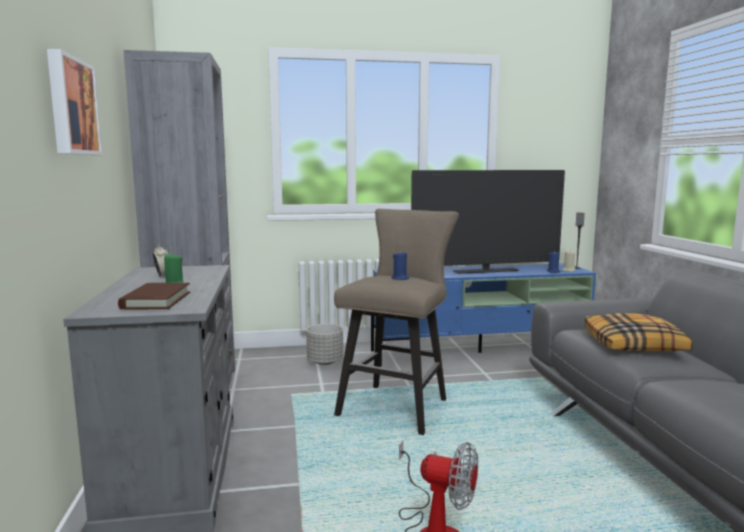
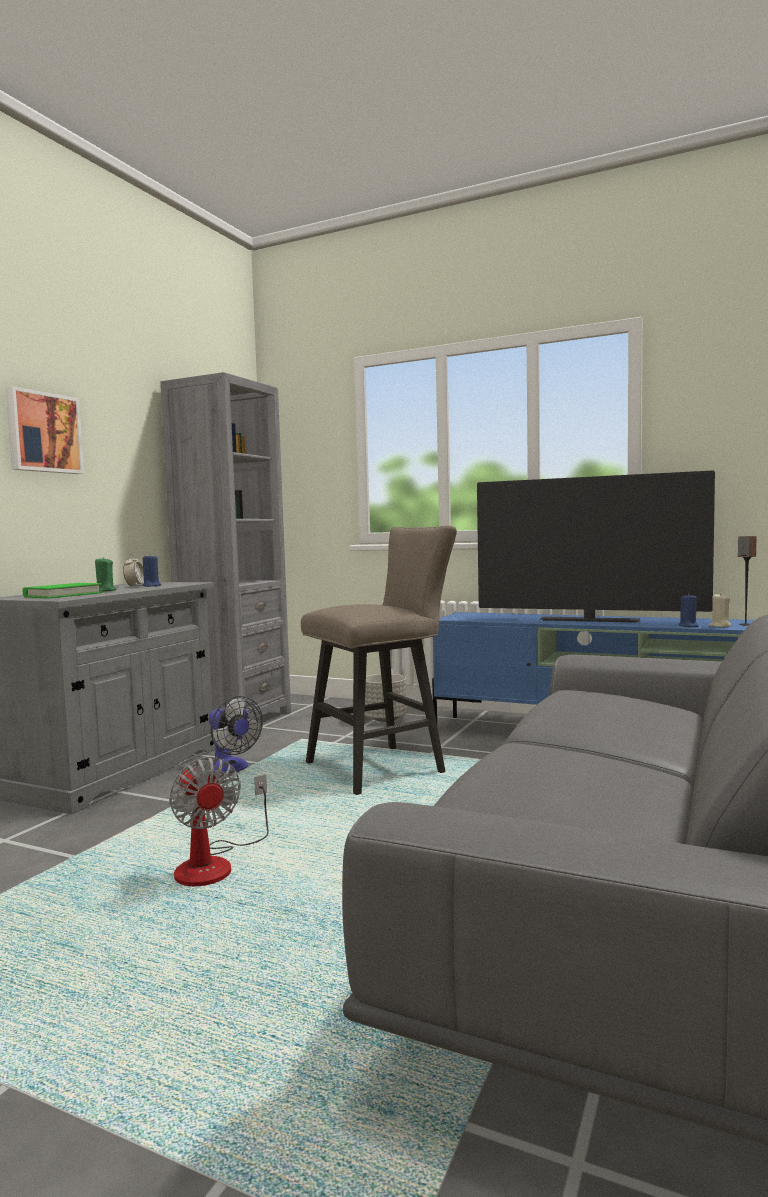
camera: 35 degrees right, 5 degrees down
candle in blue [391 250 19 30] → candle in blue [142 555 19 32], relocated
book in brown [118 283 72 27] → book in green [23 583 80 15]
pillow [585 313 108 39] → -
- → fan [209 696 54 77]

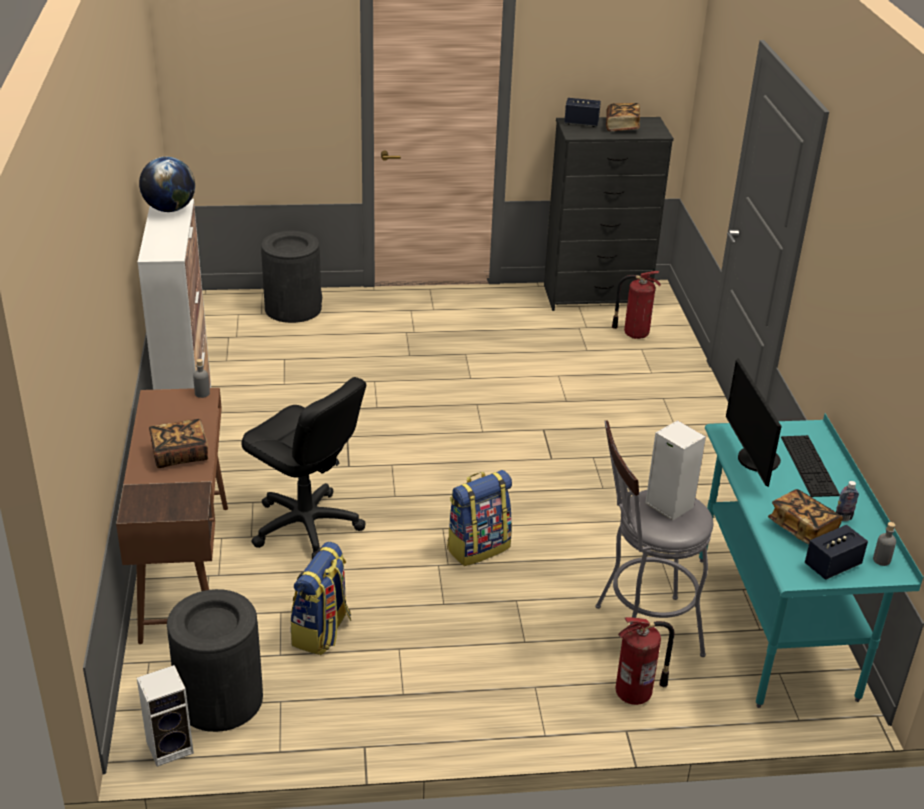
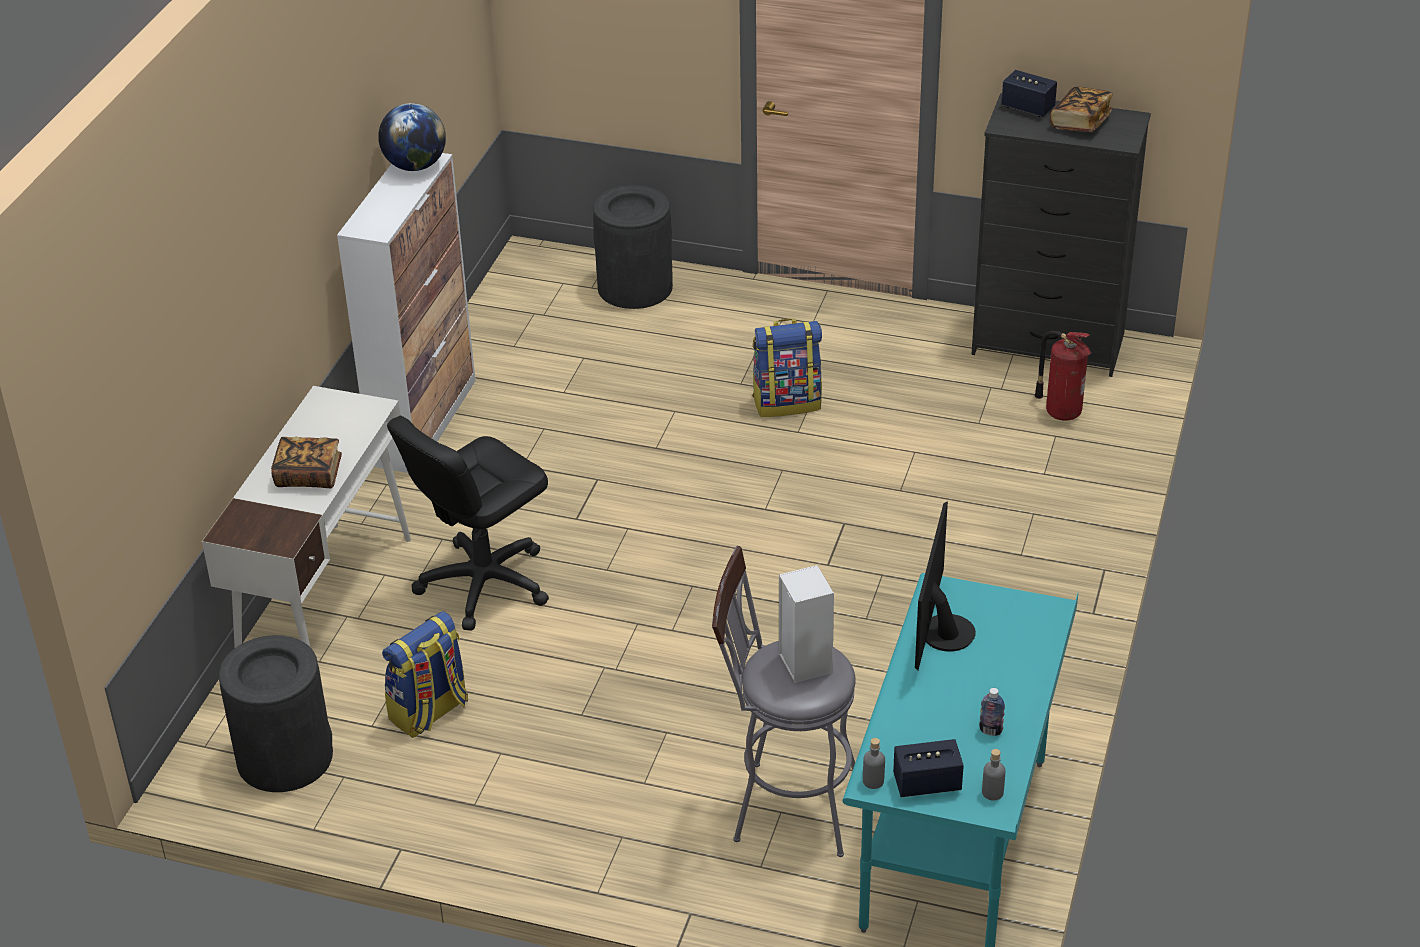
camera: 25 degrees right, 5 degrees up
bottle in grey [193 359 17 39] → bottle in grey [863 738 22 51], relocated
office chair in black [242 377 124 182] → office chair in black [387 416 162 215], 75 degrees clockwise
desk in brown [116 388 112 256] → desk in white [202 386 209 262]
keyboard [781 435 59 62] → -
backpack [447 470 65 96] → backpack [752 319 70 98], relocated
book [768 489 75 55] → -
fire extinguisher [616 617 58 88] → -
speaker [137 665 57 102] → -

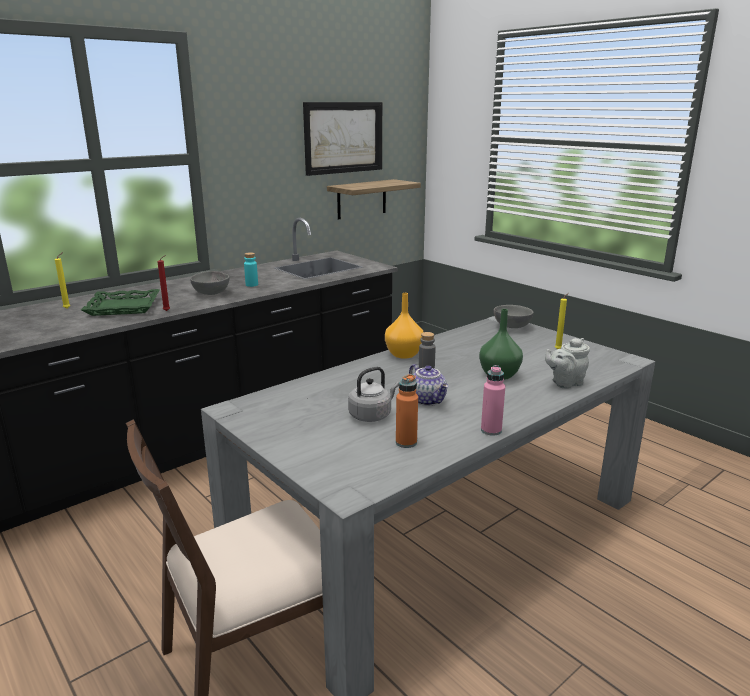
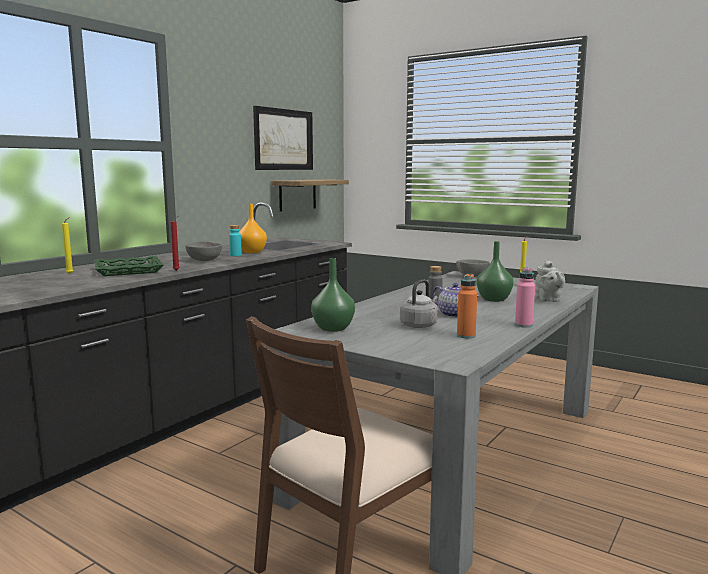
camera: 15 degrees left, 10 degrees down
vase in orange [385 293 38 66] → vase in orange [239 204 28 49], relocated
teapot in grey [545 338 45 51] → teapot in grey [535 260 30 42], 60 degrees counterclockwise
- → vase in green [311 258 44 74]

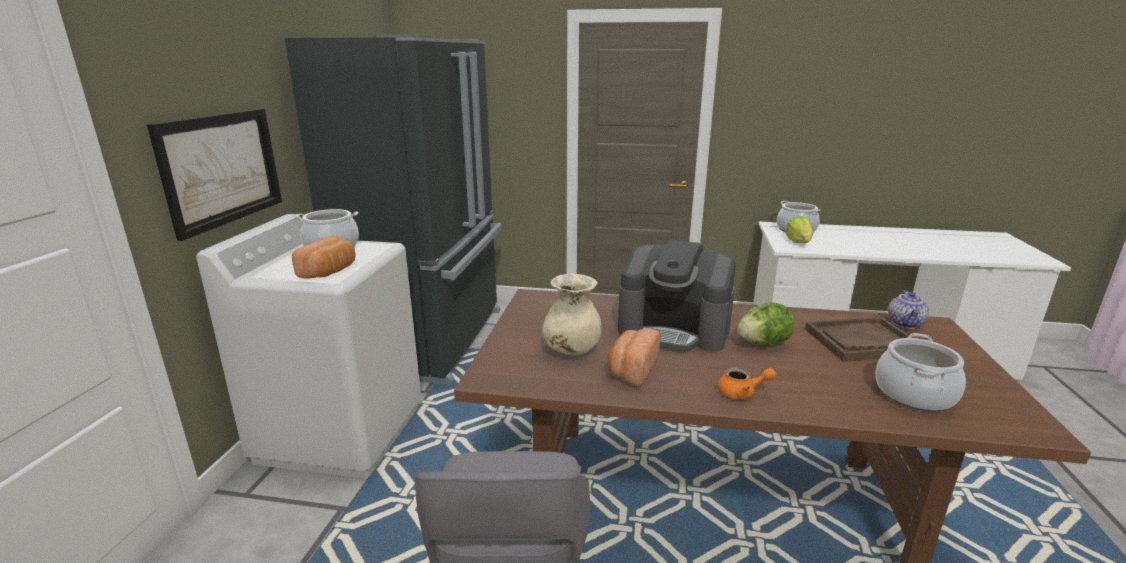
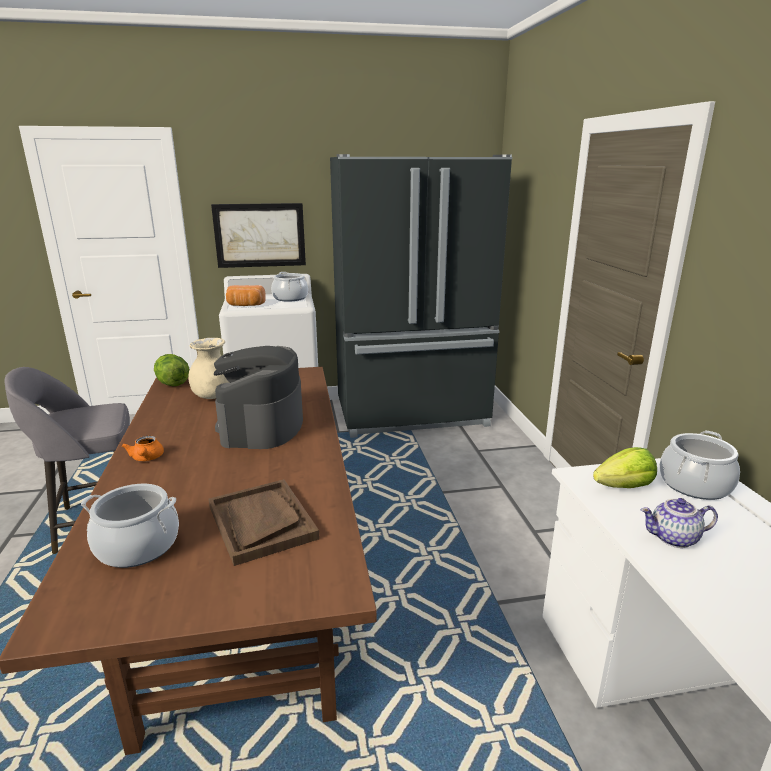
camera: 70 degrees right, 0 degrees up
teapot [888 290 41 39] → teapot [641 498 77 50], relocated
lettuce [737 302 58 43] → lettuce [154 354 35 32], relocated
bread [608 329 53 57] → -

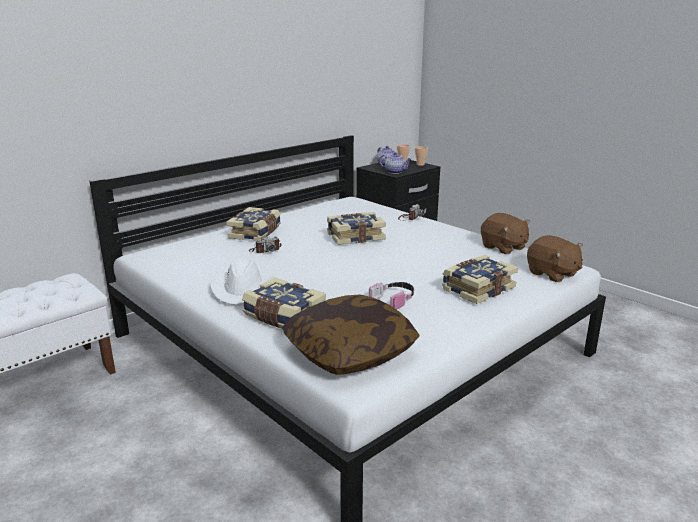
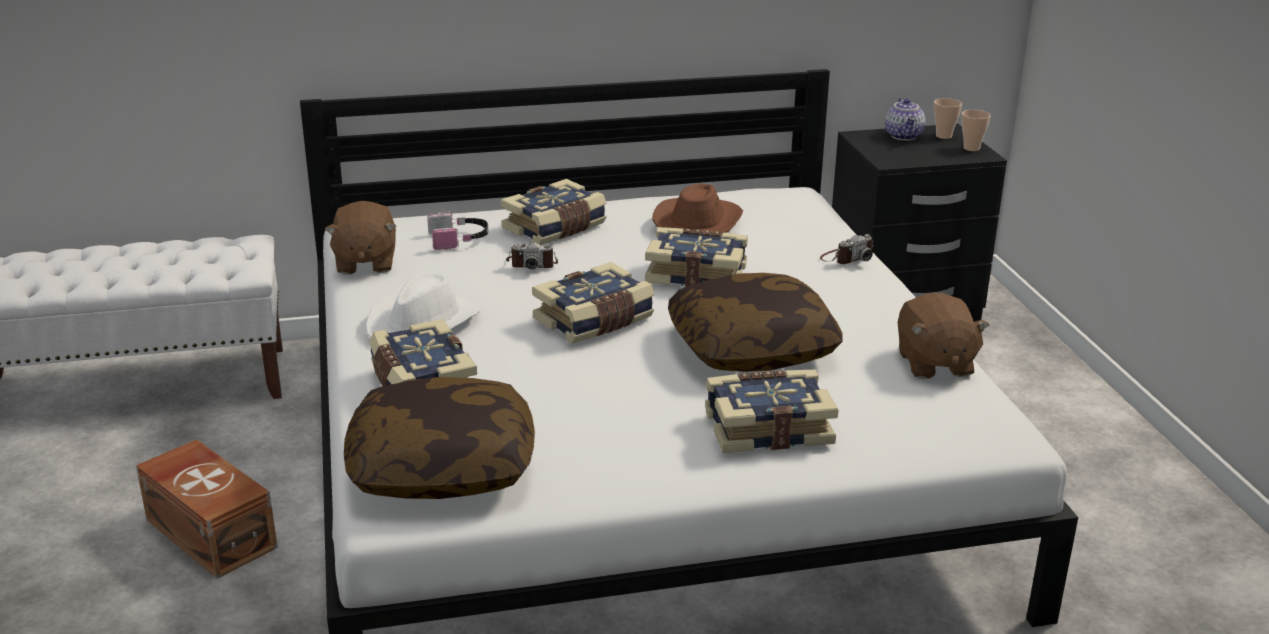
camera: 30 degrees right, 5 degrees up
teapot [379 152 32 22] → -
plush toy in brown [527 235 56 47] → plush toy in brown [325 201 71 73], relocated
headphones [369 282 45 27] → headphones [427 212 61 38], relocated
- → hat in brown [652 183 91 50]
- → book [532 262 123 82]
- → pillow [668 273 175 99]
- → storage box in brown [136 439 142 140]

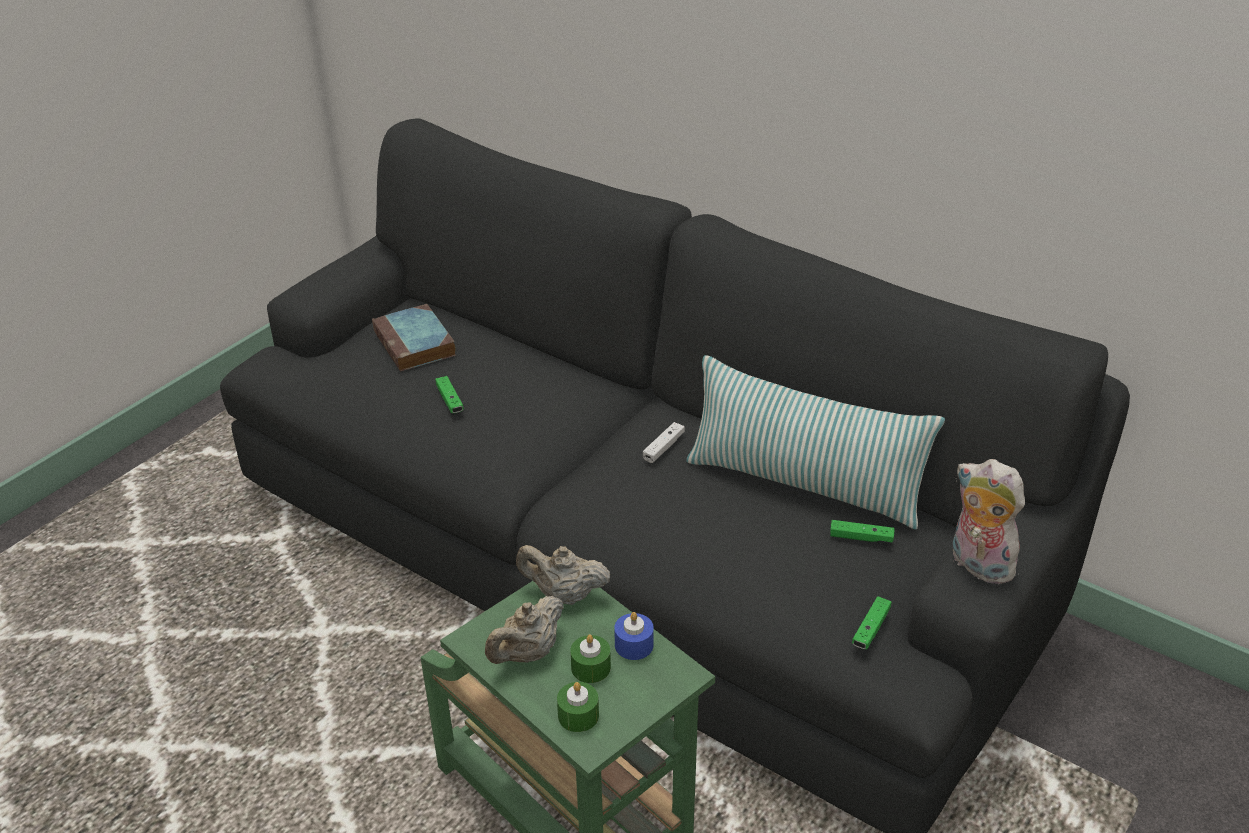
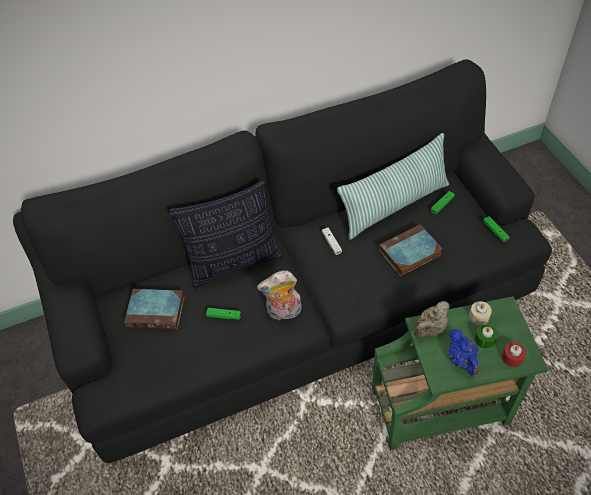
camera: 55 degrees left, 15 degrees up
plush toy [953 459 72 126] → plush toy [257 270 45 50], relocated
teapot in beige [485 596 79 68] → teapot in blue [449 329 30 48]
candle in blue [614 612 40 48] → candle in beige [469 301 23 24]
candle in green [557 682 42 50] → candle in red [502 342 24 25]
- → pillow [169 180 114 109]
- → book [379 224 63 52]

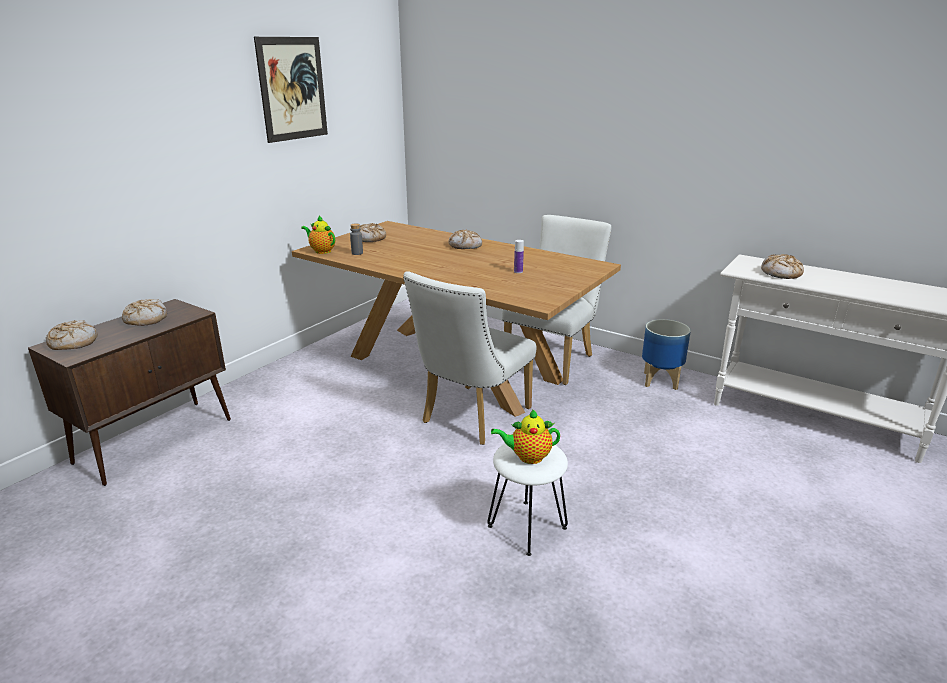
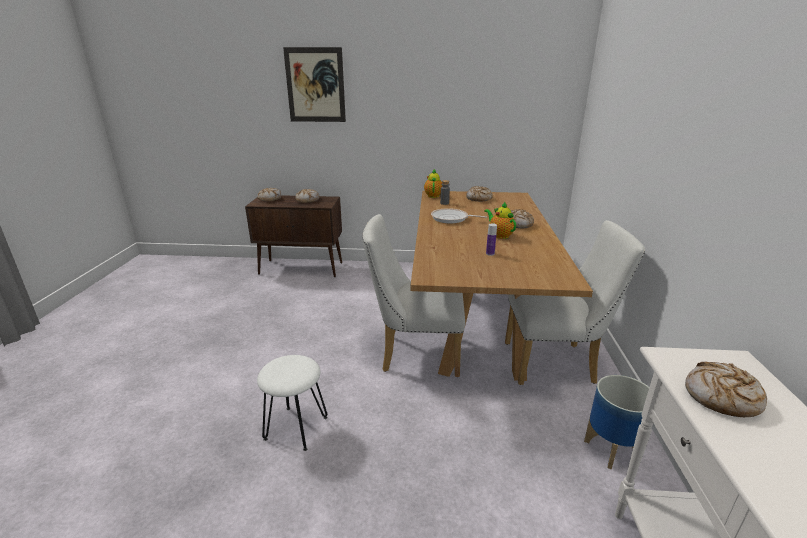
camera: 60 degrees right, 0 degrees up
picture [254 37 74 106] → picture [283 47 63 75], relocated
teapot [491 409 69 55] → teapot [484 202 32 37], relocated
- → frying pan [431 208 56 15]

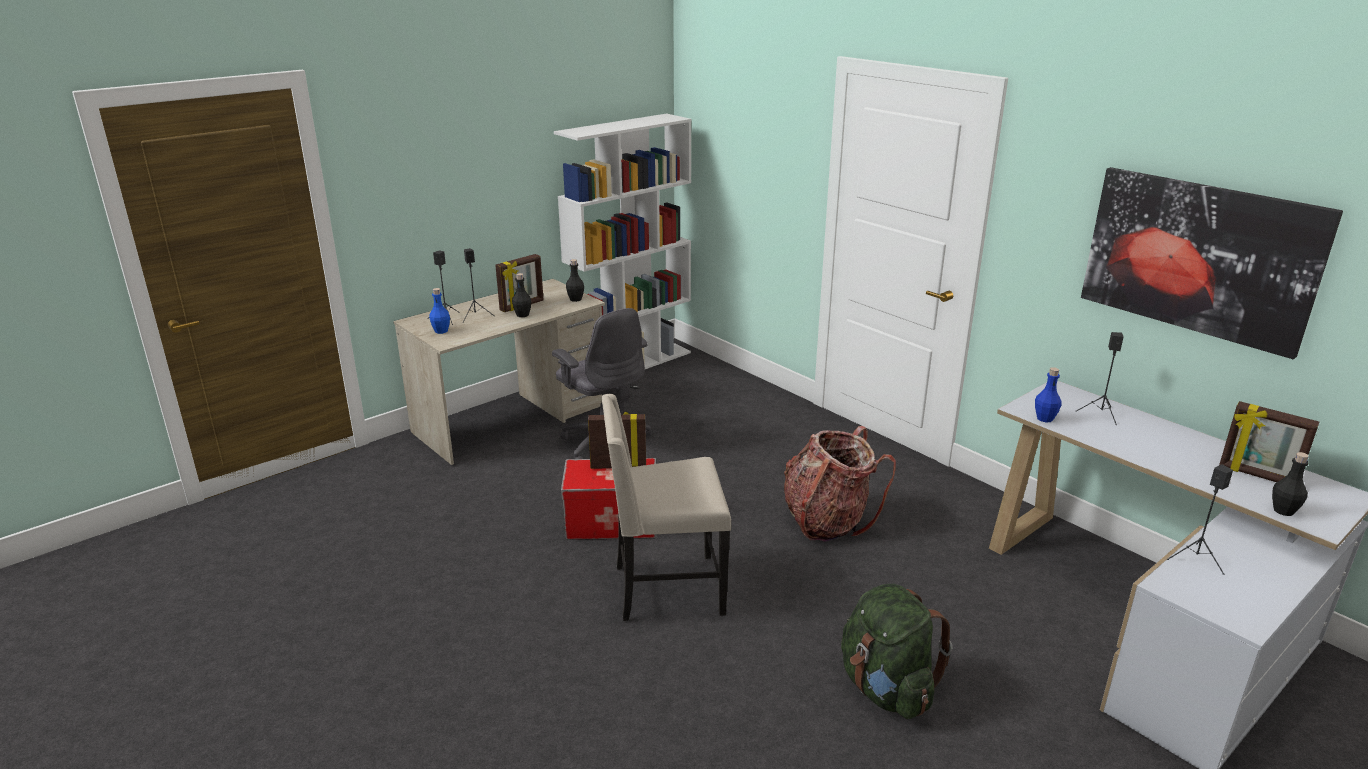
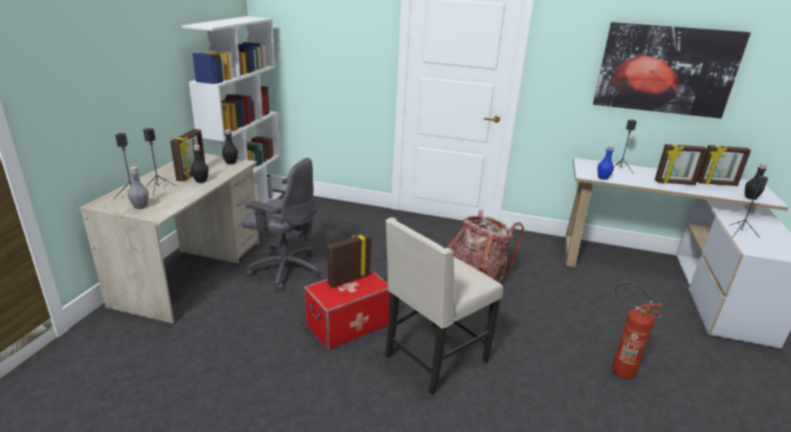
camera: 35 degrees left, 0 degrees up
bottle in blue [429 288 21 46] → bottle in grey [128 167 21 42]
backpack in green [841 584 112 135] → fire extinguisher [612 282 50 97]
- → picture frame [655 144 53 41]

